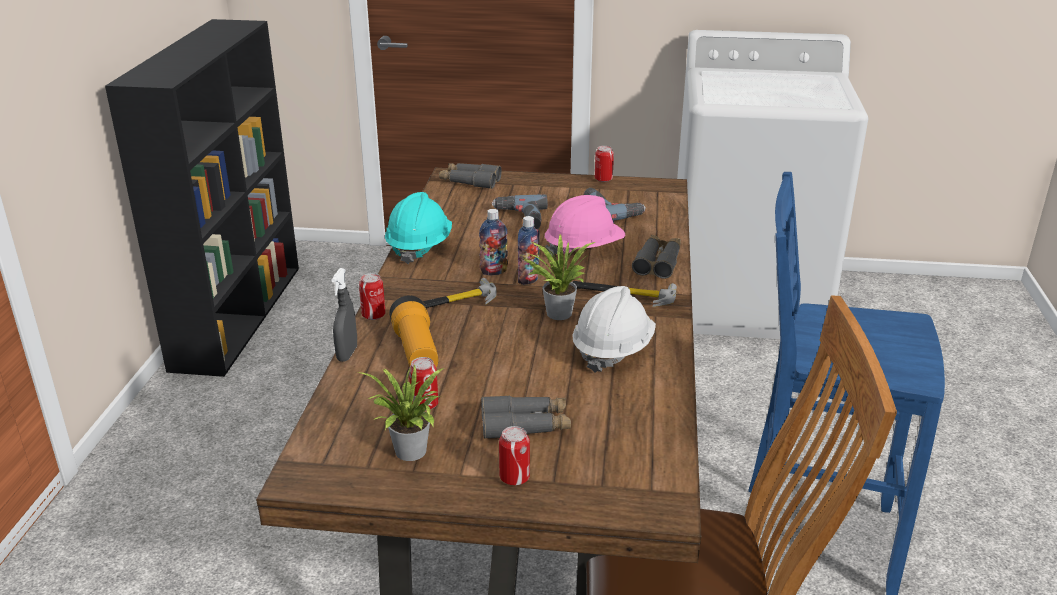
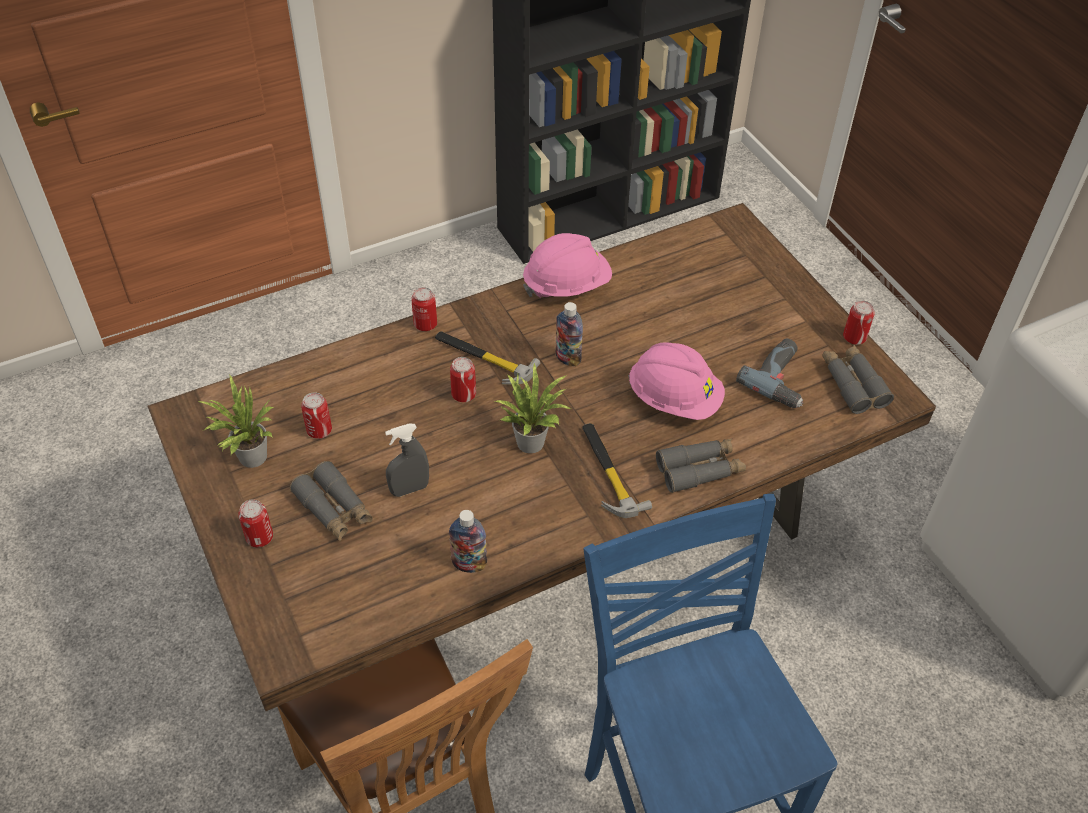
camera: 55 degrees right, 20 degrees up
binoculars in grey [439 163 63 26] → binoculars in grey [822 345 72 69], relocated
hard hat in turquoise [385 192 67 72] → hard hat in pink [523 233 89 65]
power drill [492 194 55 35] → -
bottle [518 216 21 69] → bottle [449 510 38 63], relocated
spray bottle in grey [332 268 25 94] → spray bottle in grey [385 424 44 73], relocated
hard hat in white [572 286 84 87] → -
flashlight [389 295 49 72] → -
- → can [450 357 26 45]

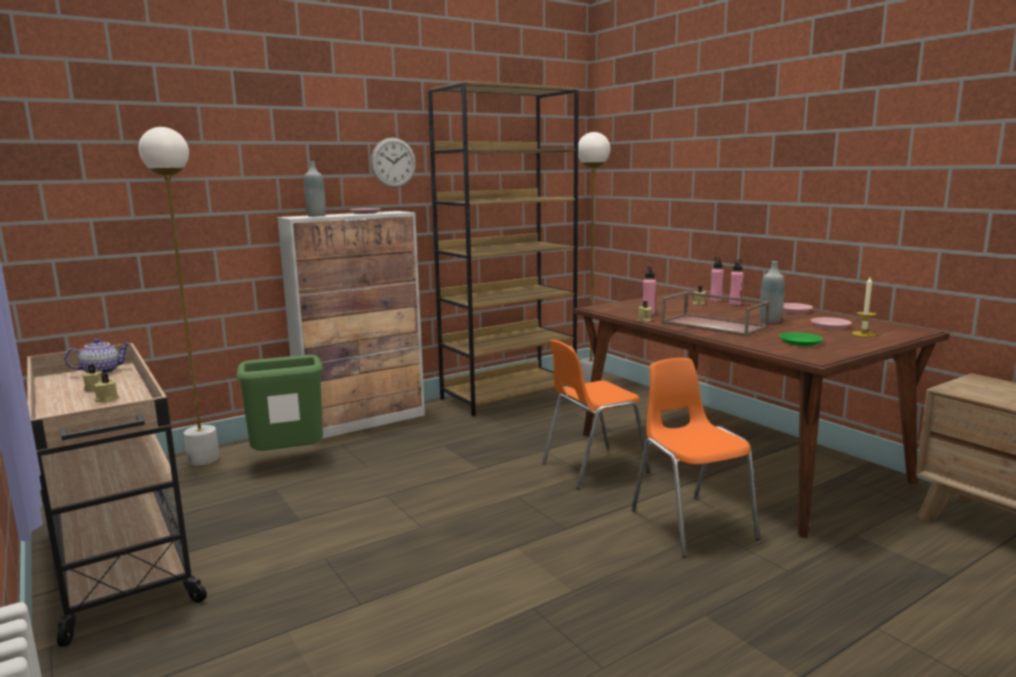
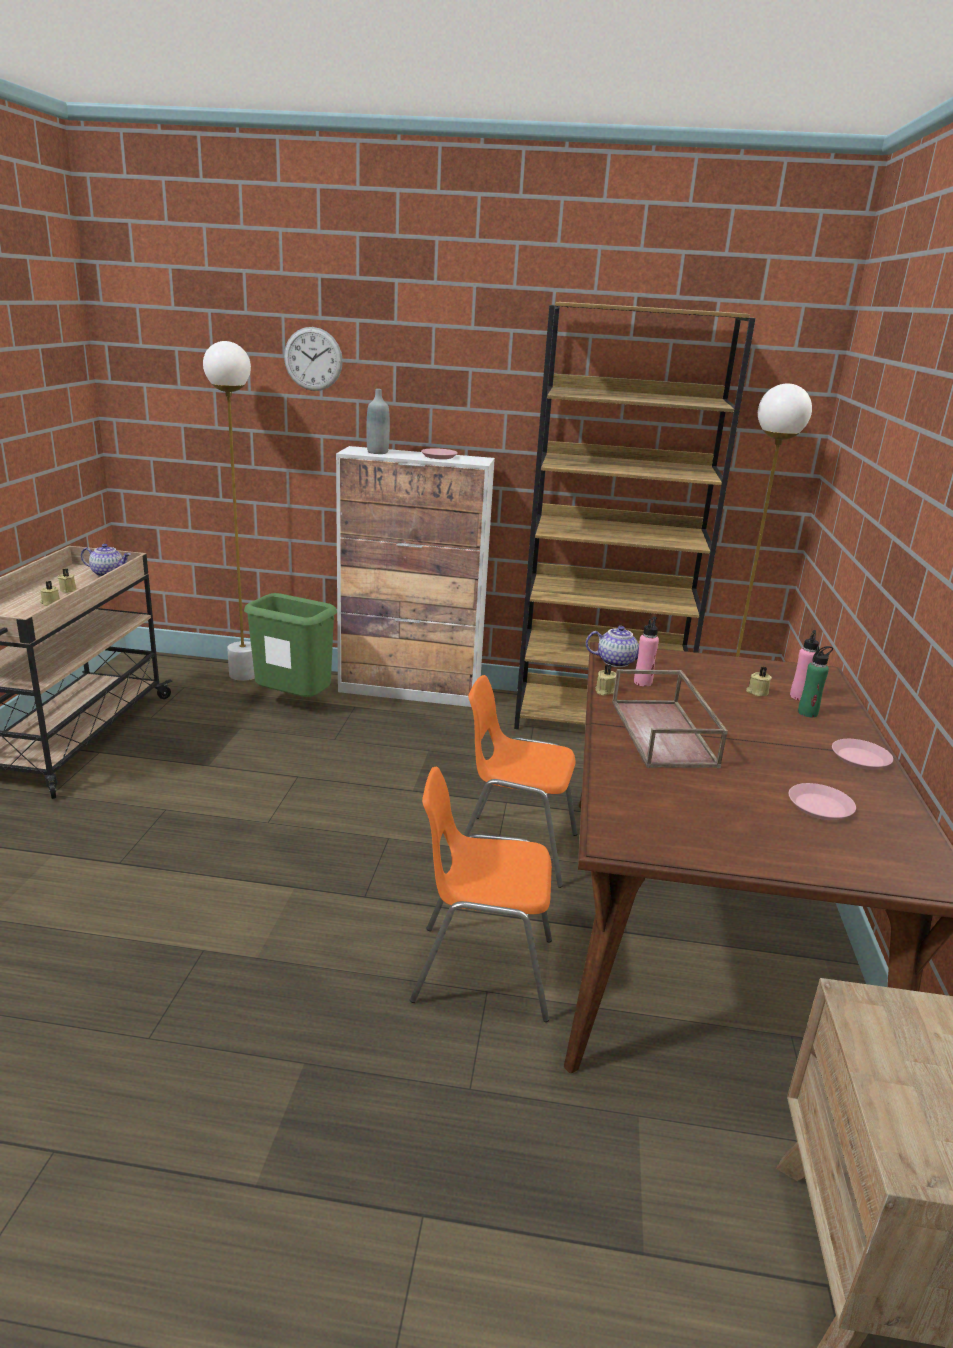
camera: 40 degrees right, 10 degrees up
wall clock [371 138 45 50] → wall clock [284 327 59 64], relocated
bottle in pink [729 259 15 46] → bottle in green [798 646 35 71]
bottle in grey [760 261 25 62] → -
candle [852 277 25 60] → -
plate in green [779 332 45 14] → -
chair in orange [631 358 129 200] → chair in orange [410 767 142 255], 105 degrees counterclockwise
- → teapot [586 626 53 41]

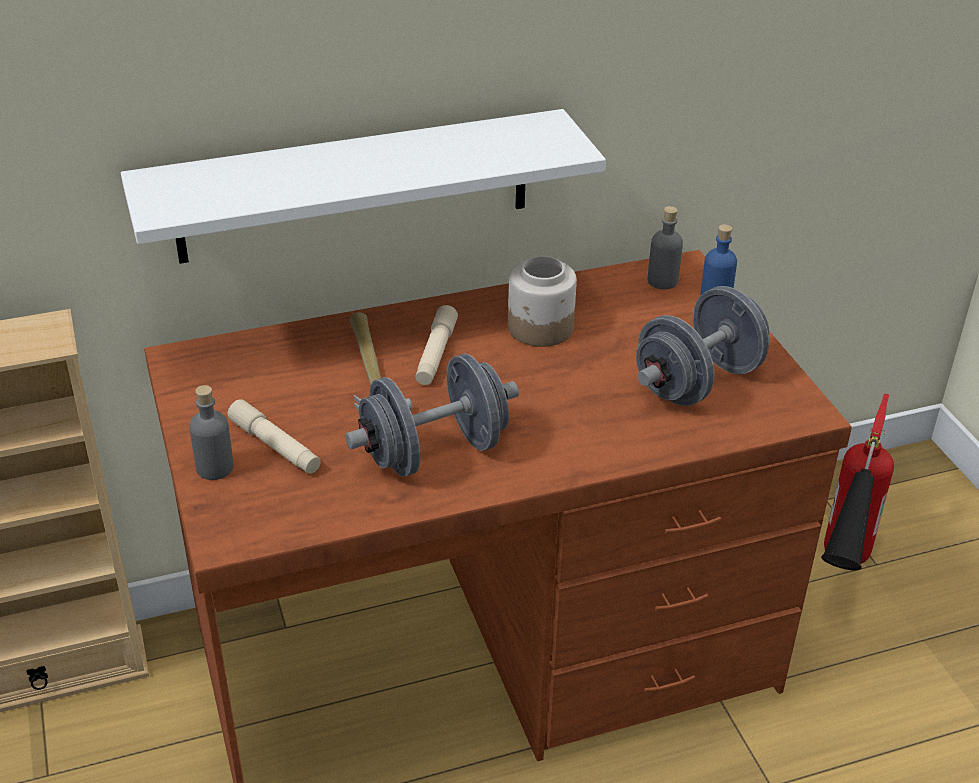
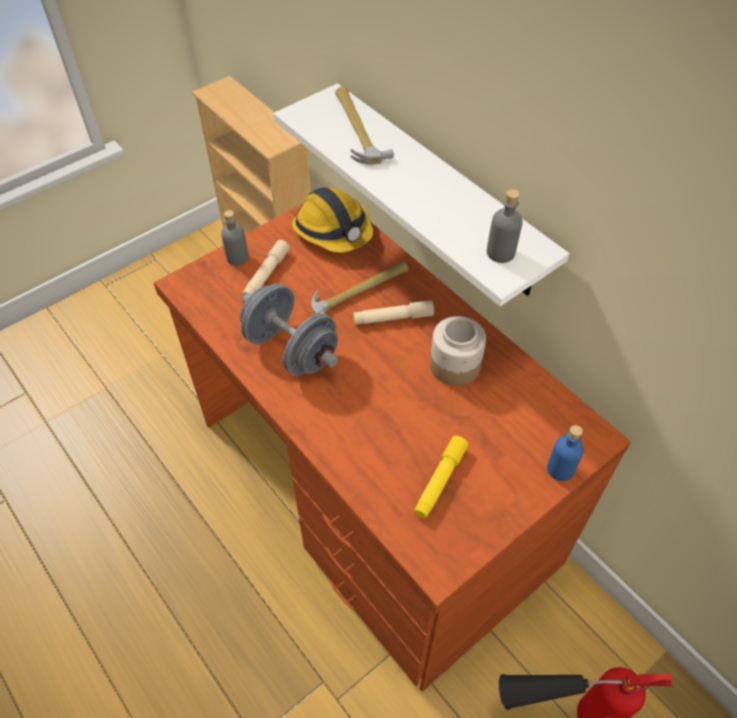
camera: 70 degrees right, 15 degrees up
bottle in grey [647 206 36 83] → bottle in grey [487 189 36 74], relocated
dumbbell in grey [636 286 133 120] → flashlight in yellow [414 436 54 83]
- → hammer [335 87 59 78]
- → hard hat [292 187 81 66]

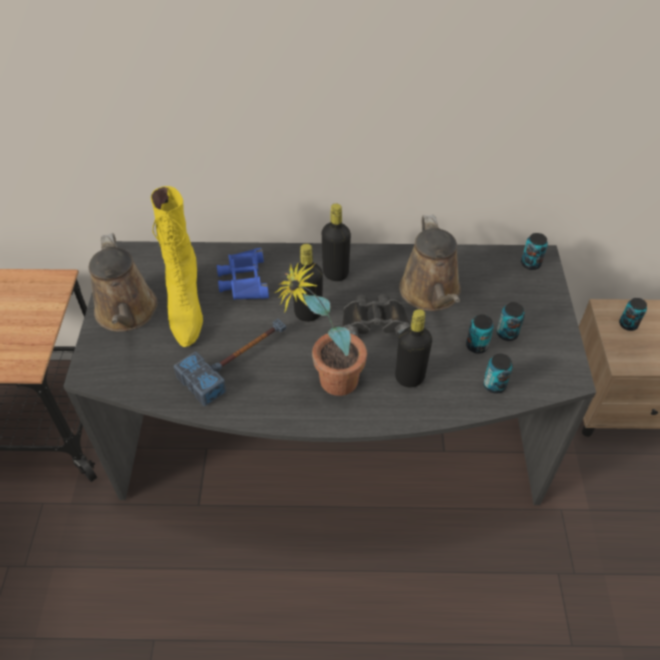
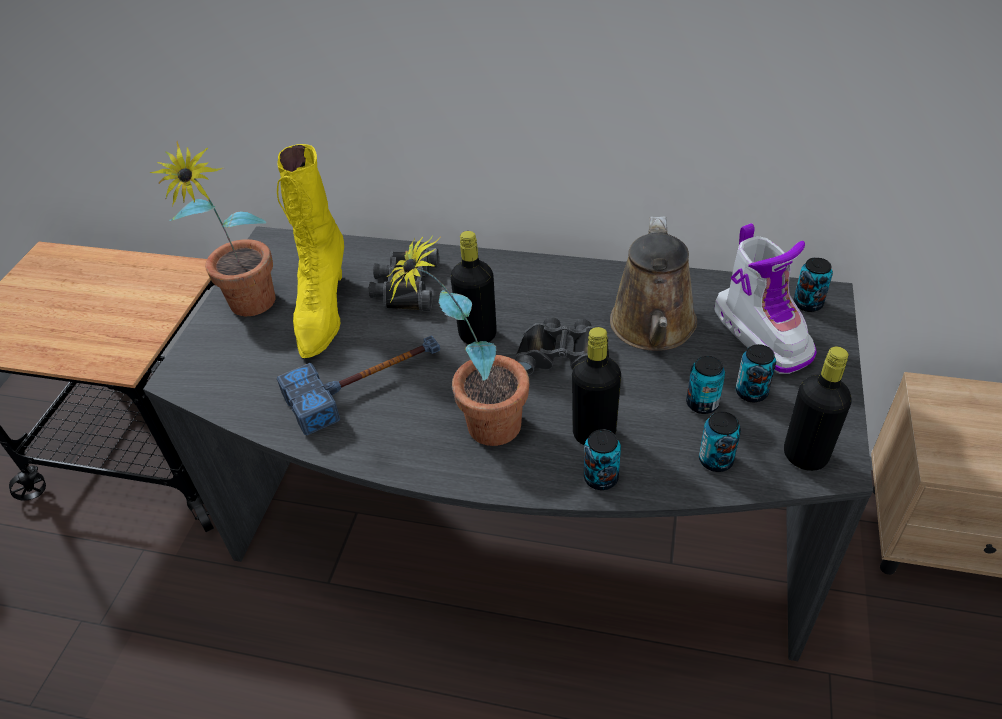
camera: 15 degrees right, 5 degrees down
bottle in black [322 203 29 78] → bottle in black [784 347 68 124], relocated
watering can in brown [89 233 69 99] → potted plant [150 141 126 175]
binoculars in blue [217 248 52 52] → binoculars in black [369 248 70 63]
can [619 298 28 33] → can [584 429 37 61], relocated
- → boot [714 223 103 151]

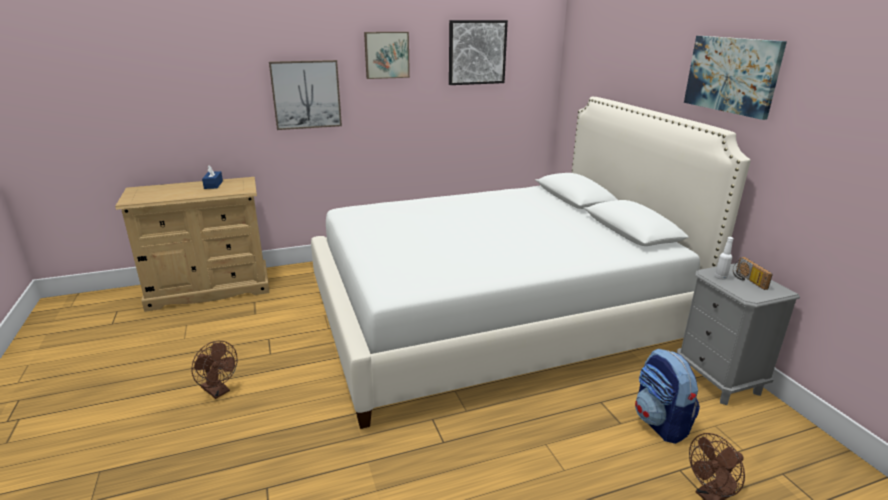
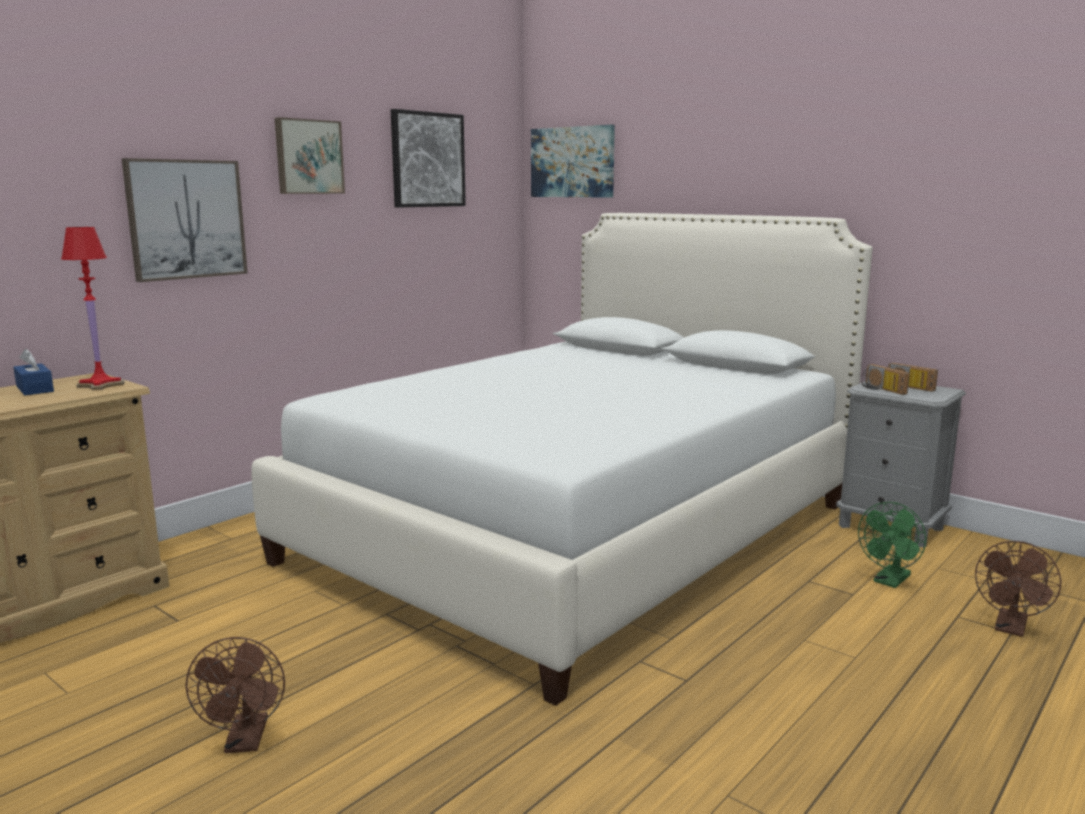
camera: 30 degrees left, 10 degrees down
picture [684 36 103 84] → picture [531 125 84 73], relocated
bottle in white [715 237 19 43] → radio [861 364 48 31]
fan in brown [191 341 46 58] → fan in brown [185 637 100 116], 75 degrees clockwise
backpack [635 348 65 96] → fan in green [858 502 68 86]
- → table lamp in red [61 227 64 164]

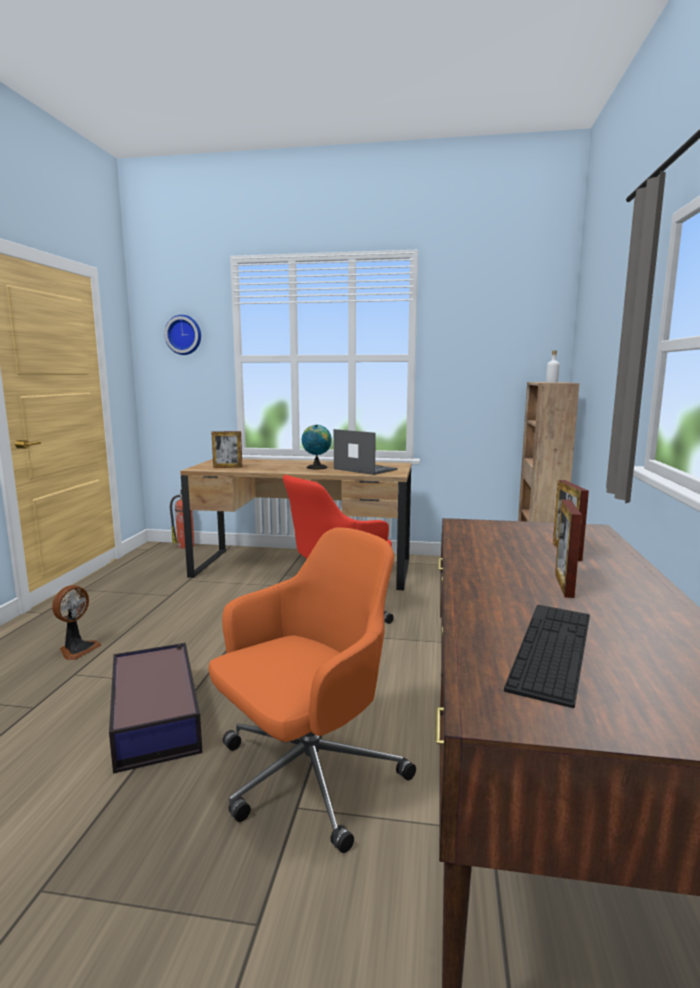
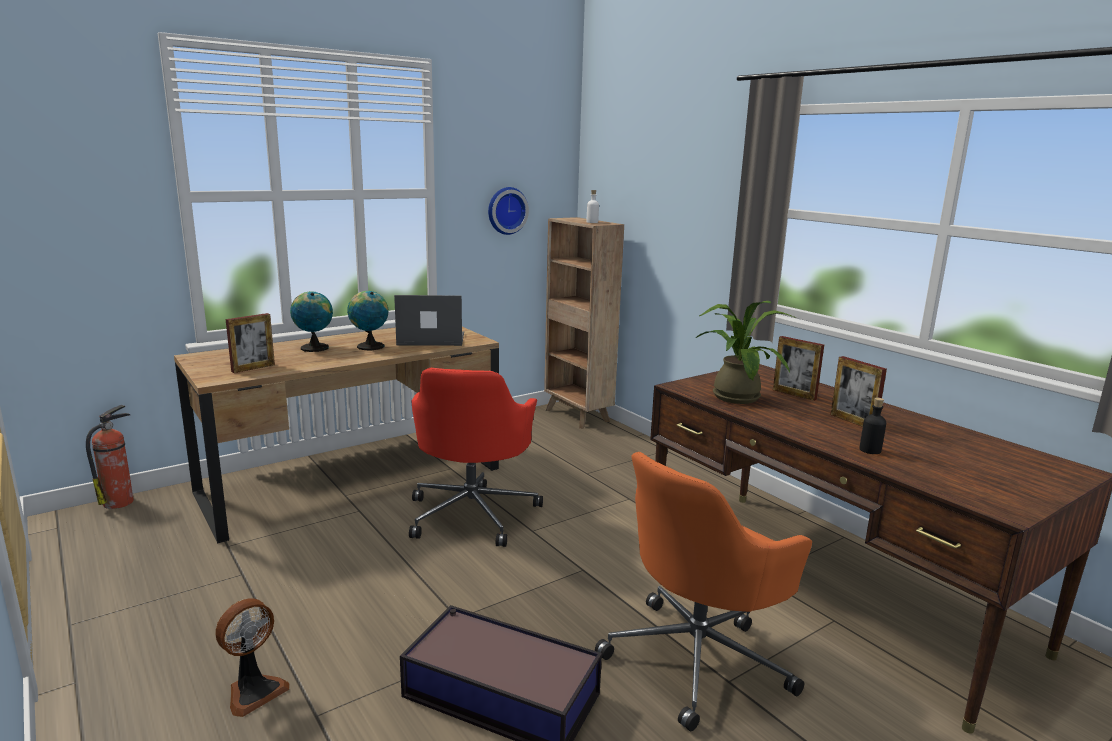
camera: 45 degrees left, 5 degrees up
wall clock [164 315 37 40] → wall clock [488 187 41 48], relocated
office chair in orange [208 528 208 325] → office chair in orange [595 452 217 279], 135 degrees counterclockwise
fan [52 585 50 75] → fan [215 598 75 119], 60 degrees clockwise
keyboard [504 605 86 103] → -
- → globe [290 291 43 61]
- → potted plant [696 301 100 103]
- → bottle in black [859 398 27 56]

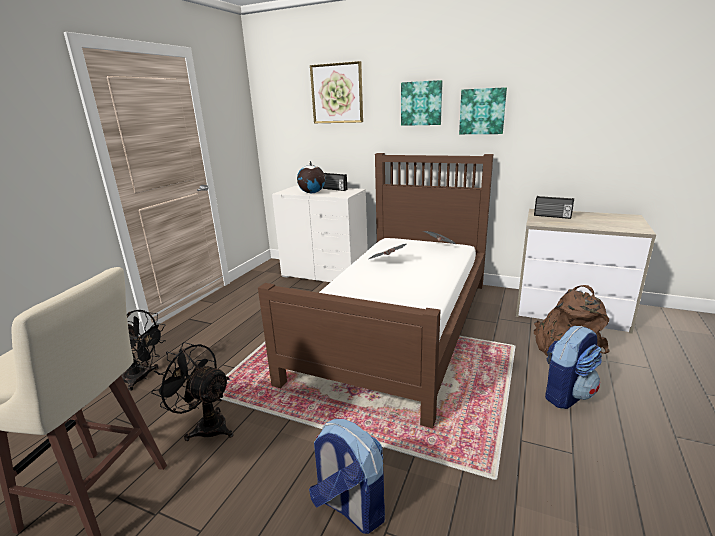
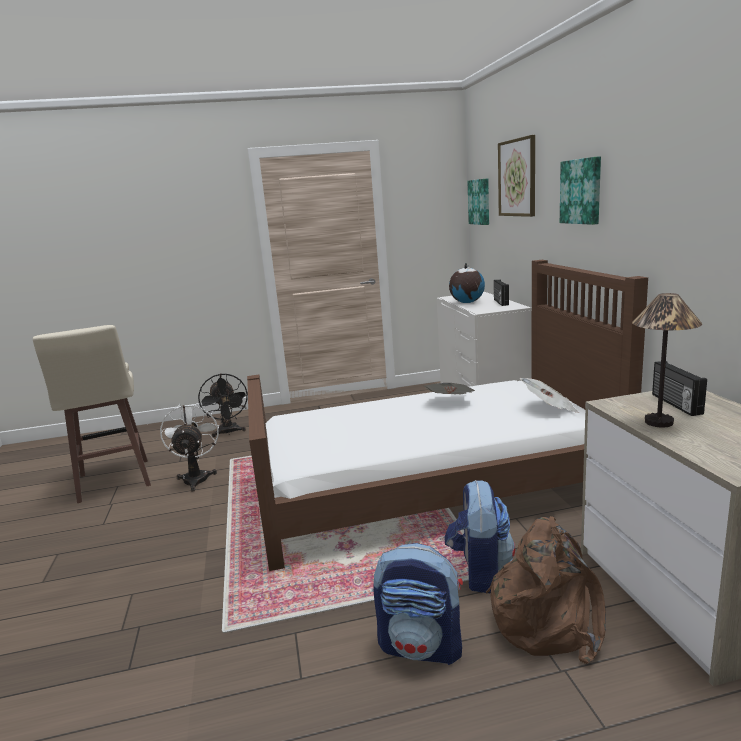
camera: 55 degrees right, 5 degrees down
picture [459 87 48 47] → picture [467 178 22 47], relocated
fan in black [151 342 82 99] → fan in white [160 403 59 89]
backpack [309 419 76 115] → backpack [445 480 70 113], relocated
- → table lamp [632 293 70 135]

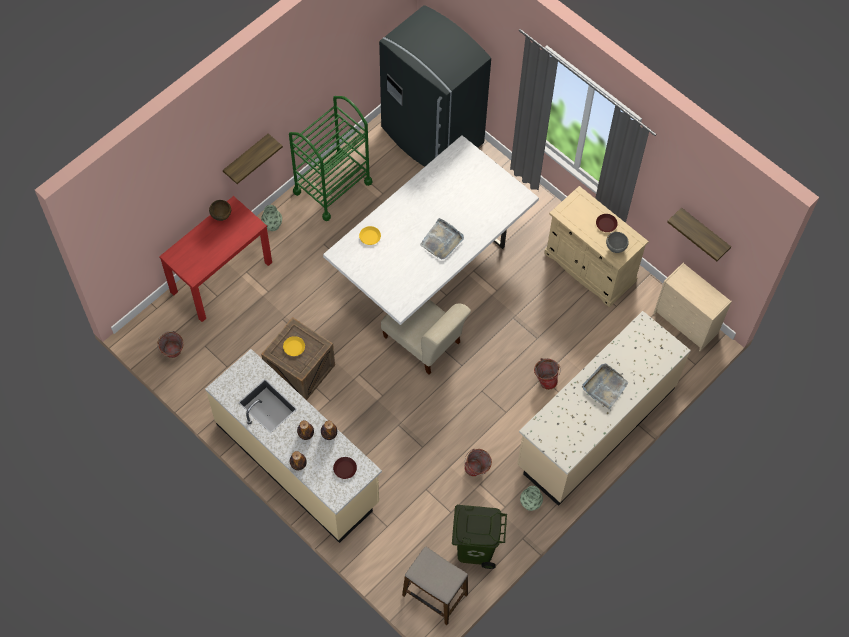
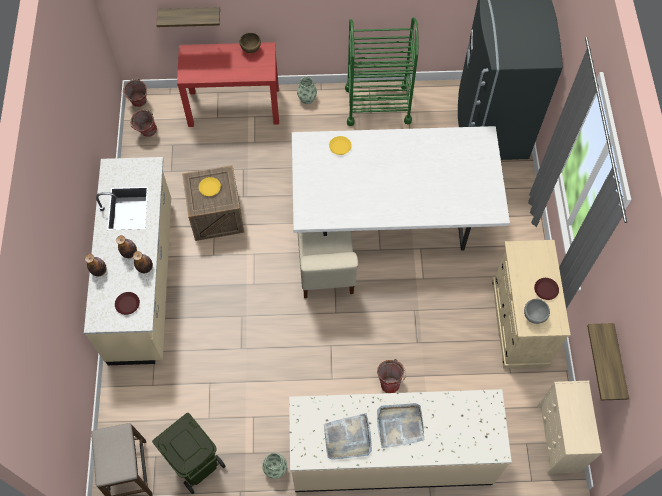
camera: 45 degrees right, 0 degrees up
shelf [223 133 60 51] → shelf [156 7 64 20], relocated
tray in grey [420 218 44 42] → tray in grey [324 413 48 47], relocated
bucket [464 449 28 27] → bucket [123 79 24 28], relocated

